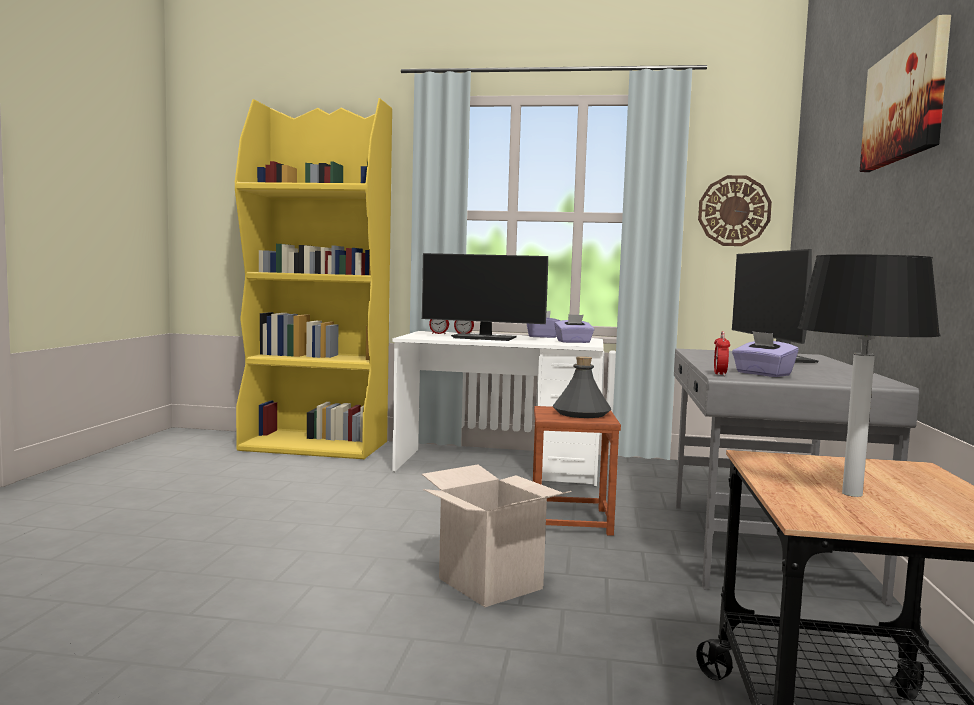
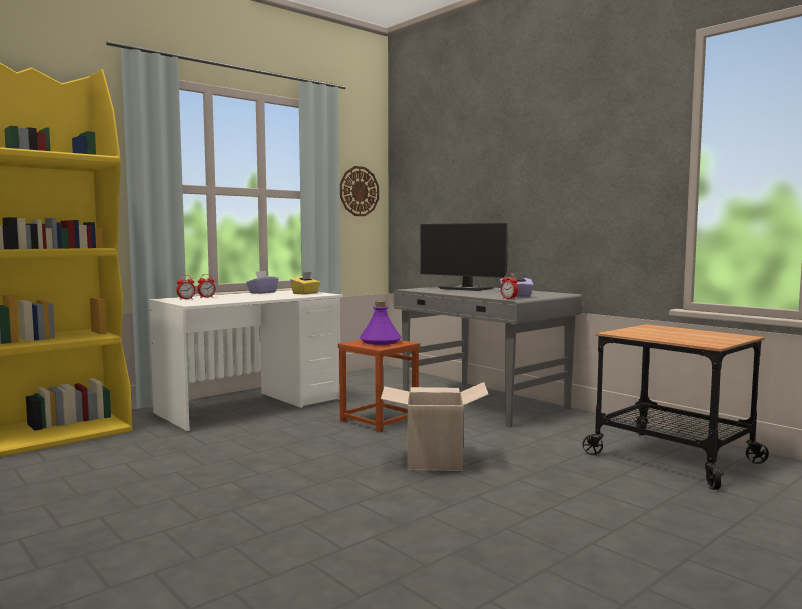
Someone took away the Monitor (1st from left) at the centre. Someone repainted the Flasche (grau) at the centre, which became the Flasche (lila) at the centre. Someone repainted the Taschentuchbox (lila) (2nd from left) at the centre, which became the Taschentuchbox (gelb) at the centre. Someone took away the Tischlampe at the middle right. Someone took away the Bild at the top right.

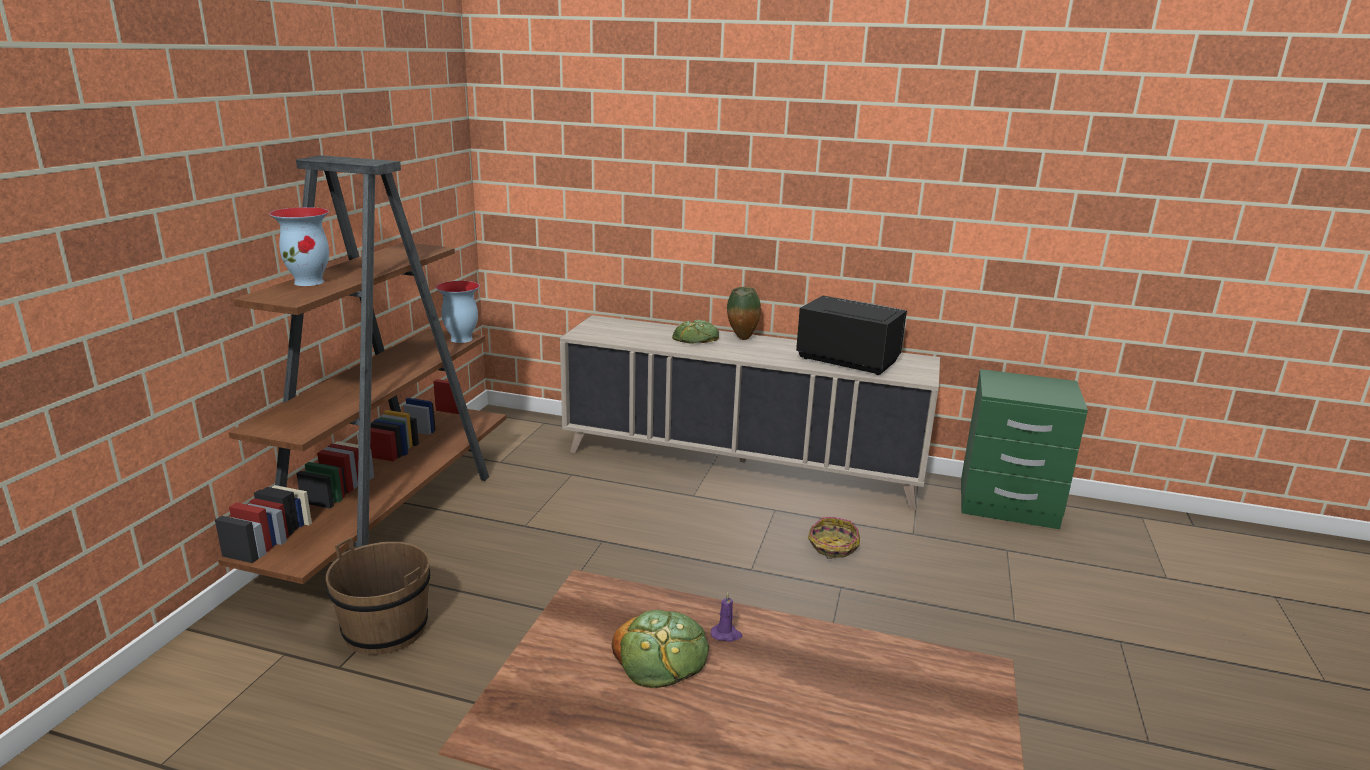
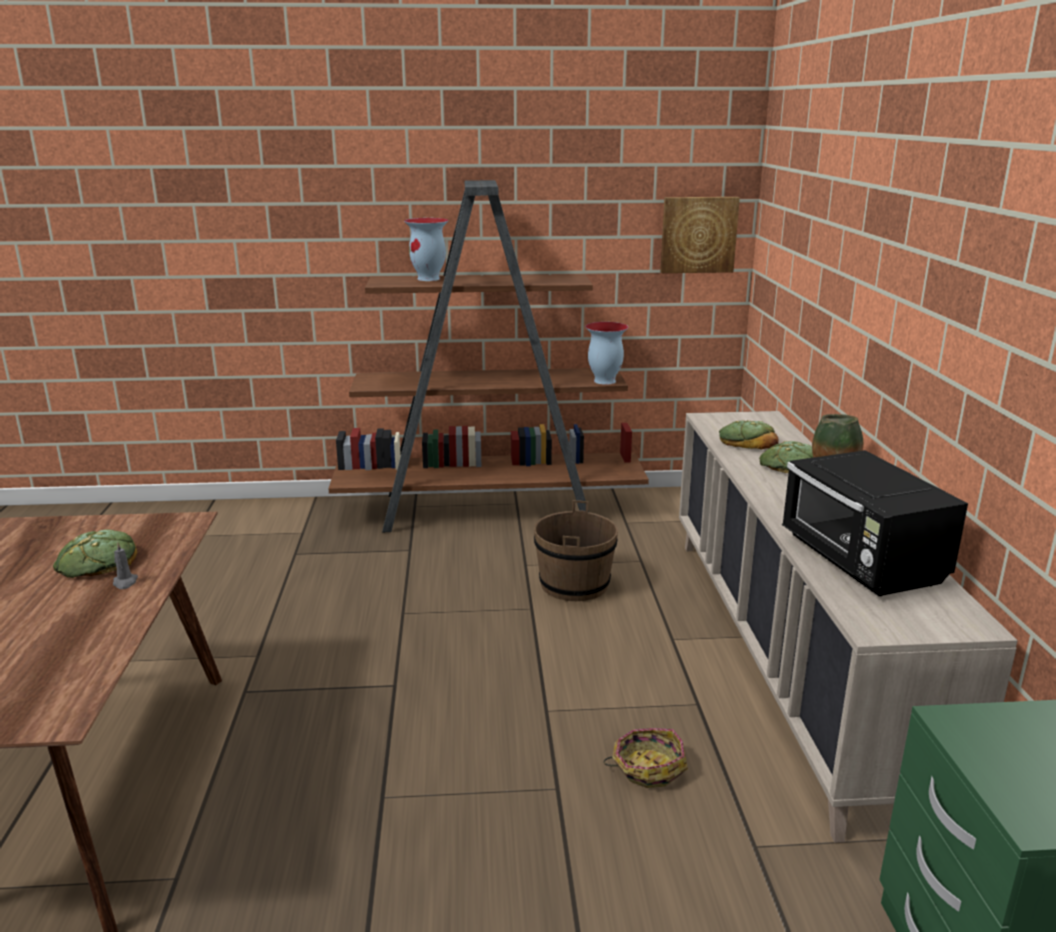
Someone carried the Eimer (braun) from the bottom left to the centre. Someone repainted the Kerze (lila) at the bottom centre, which became the Kerze (grau) at the middle left. Someone rotated the Mikrowelle (schwarz) at the centre by 150 degrees clockwise. Someone put up the Bild at the top centre. Someone put down the Brot (2nd from left) at the middle right.

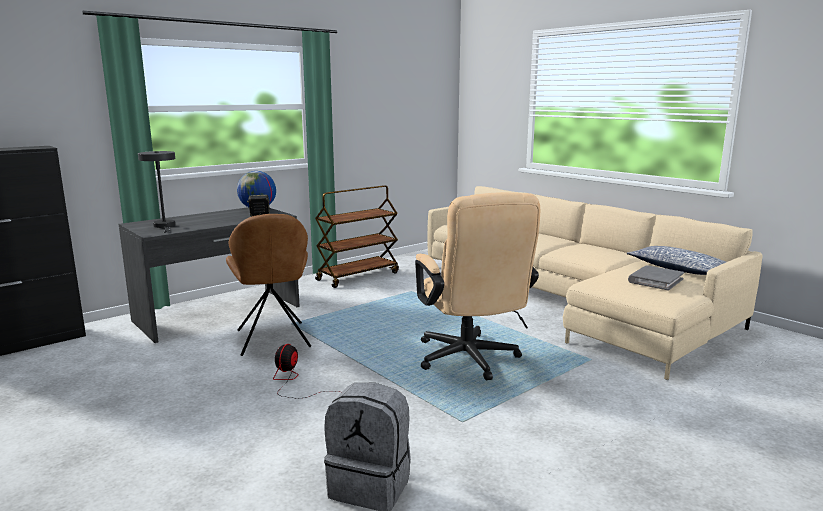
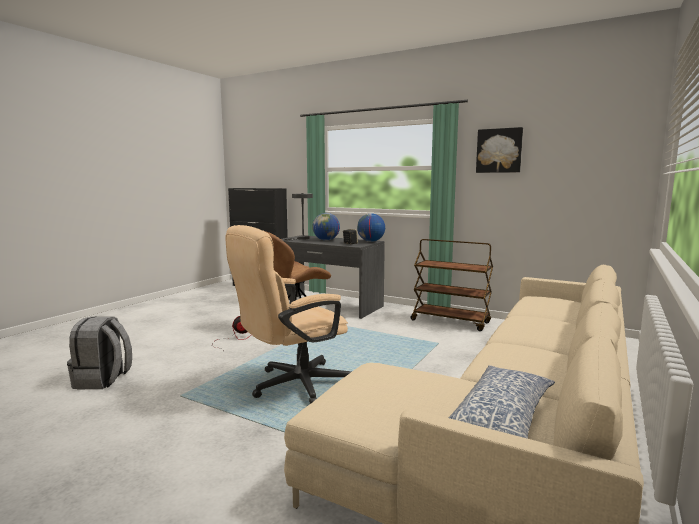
Someone took away the Buch (grau) at the middle right. Someone put down the Globus (1st from left) at the centre. Someone put up the Bild at the top right.

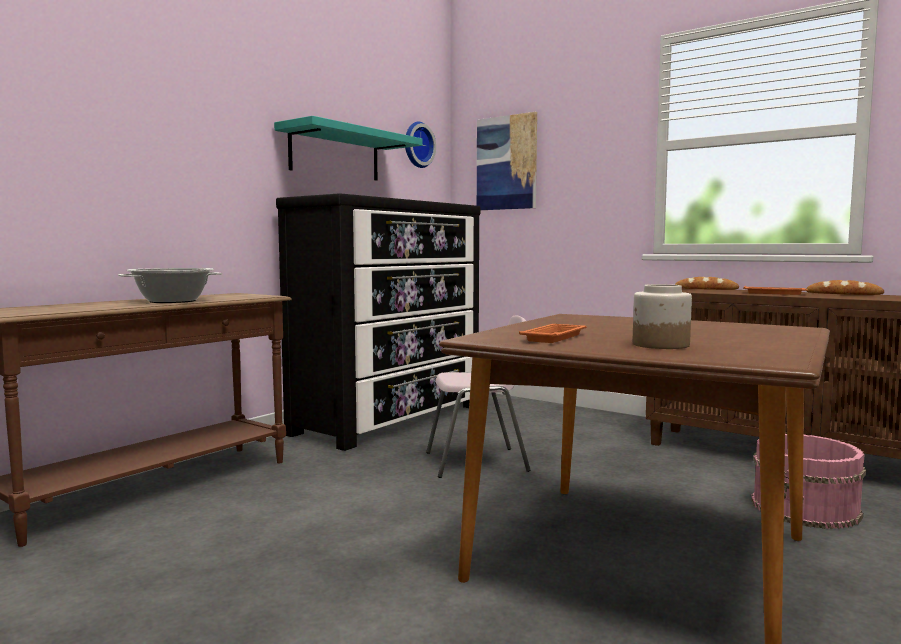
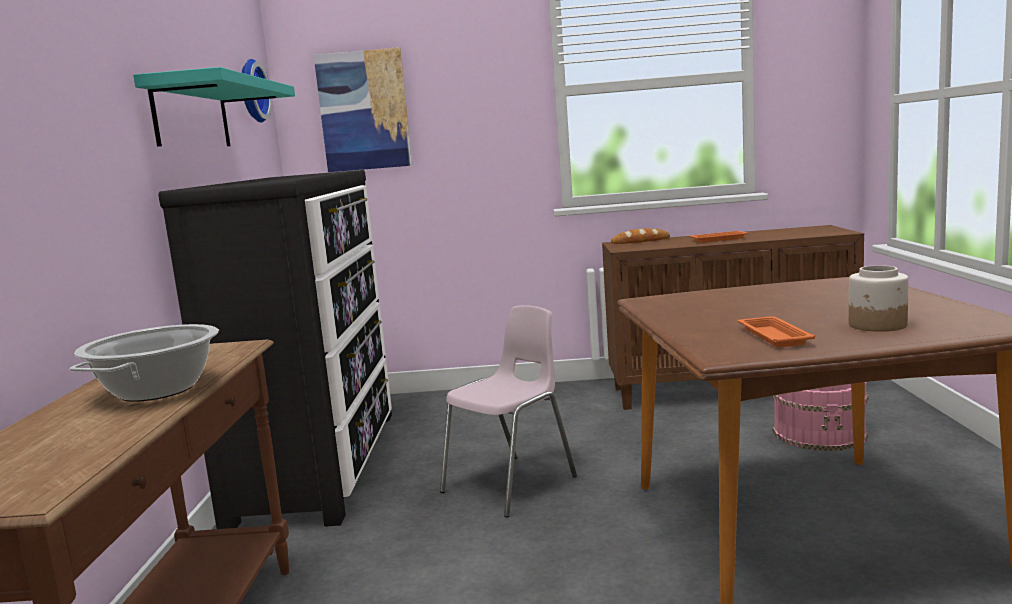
Someone took away the Brot (2nd from left) at the middle right.

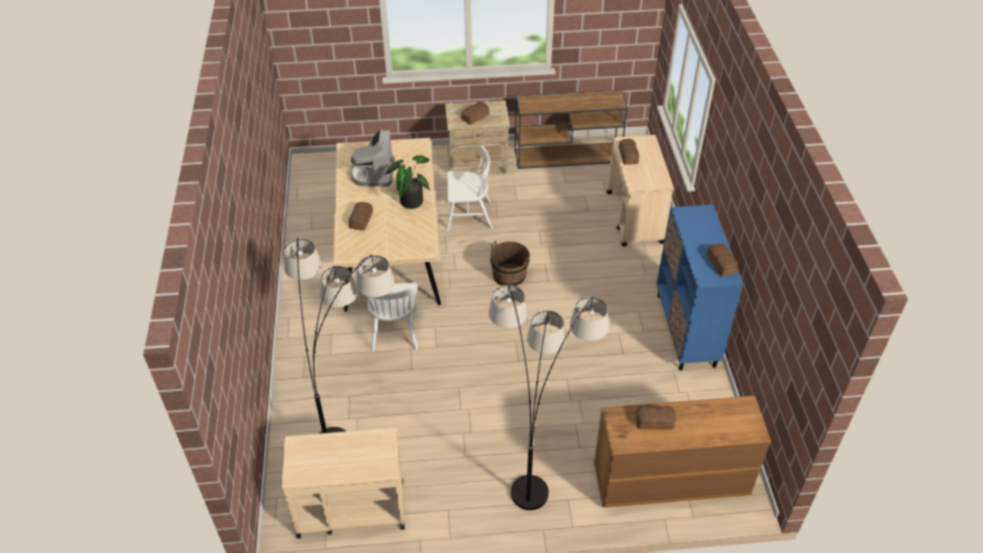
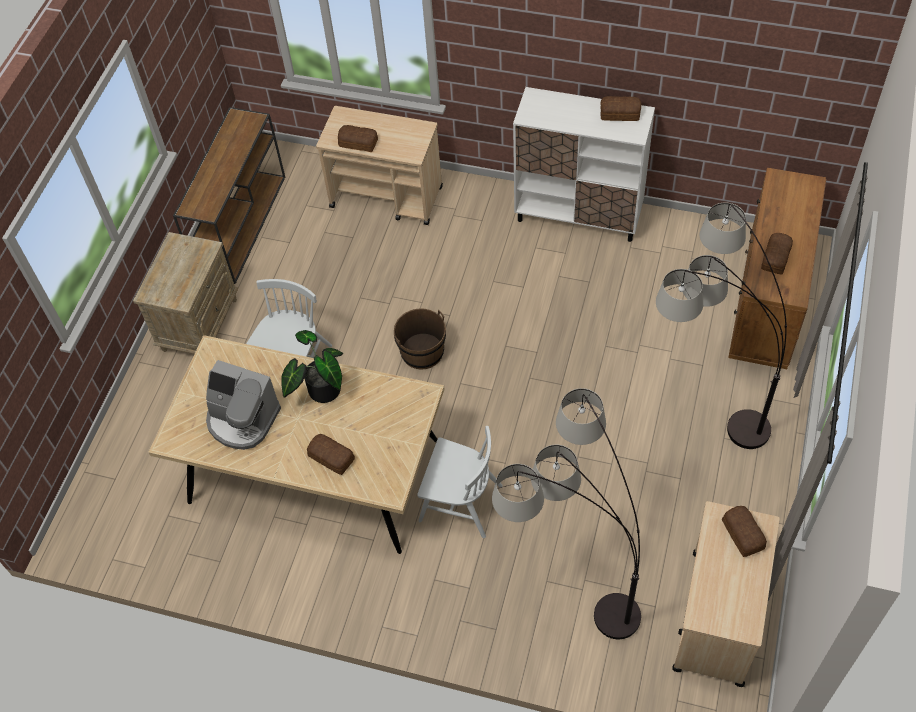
Someone carried the Brot (2nd from left in the first image) from the top centre to the bottom right. Someone repainted the Schrank (blau) at the middle right, which became the Schrank (weiß) at the top centre.

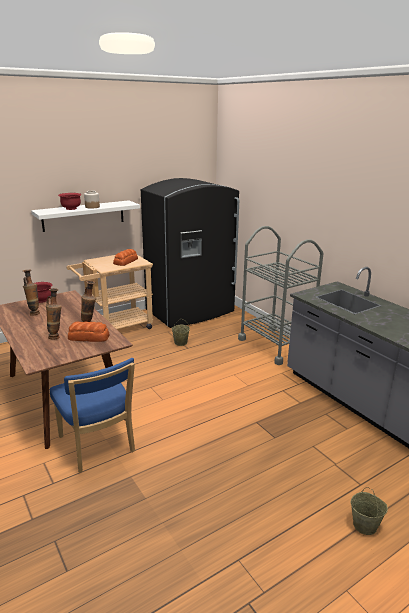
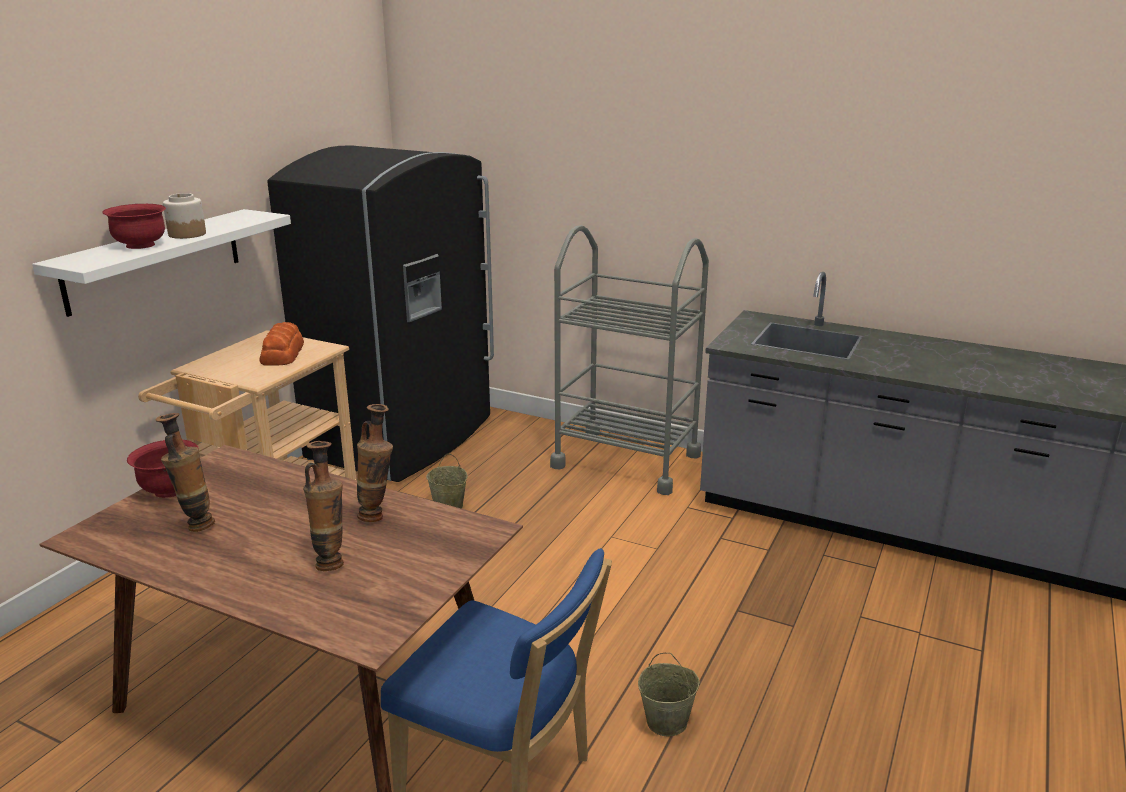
Someone took away the Brot (1st from left) at the middle left. Someone carried the Eimer (beige) (2nd from left) from the bottom right to the bottom centre.

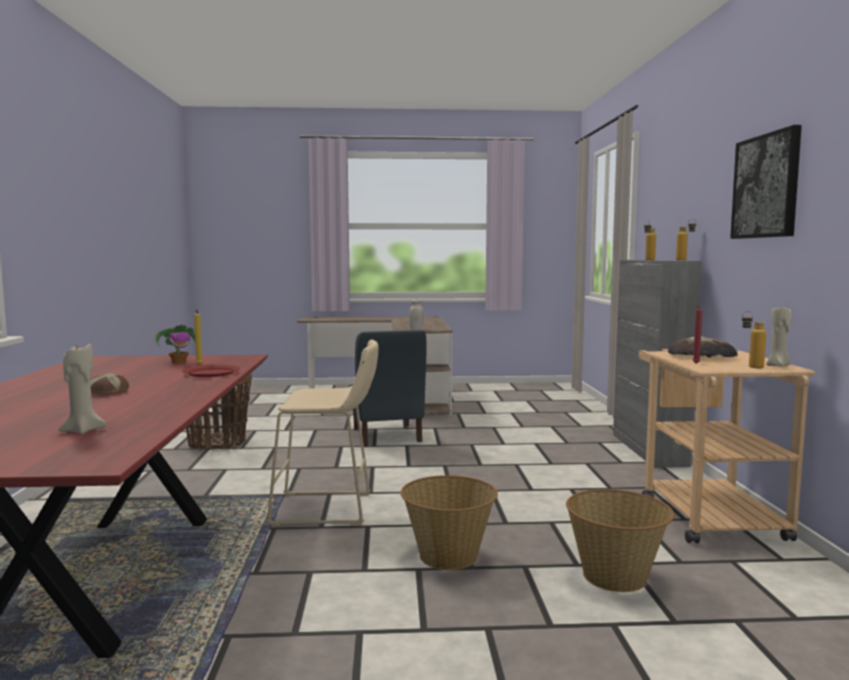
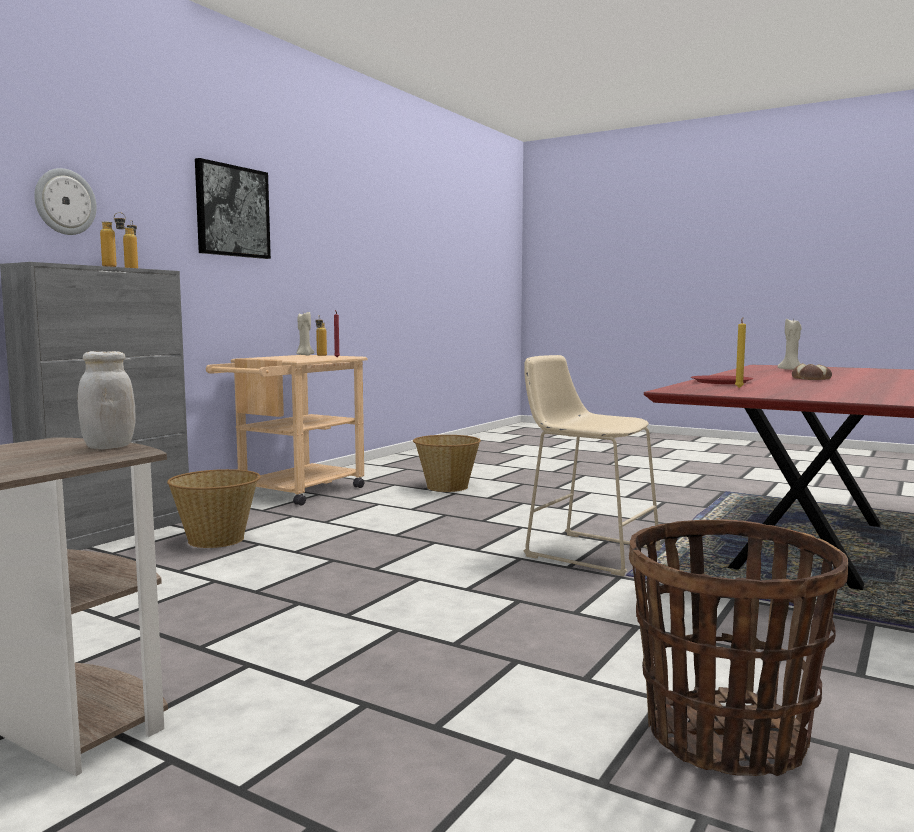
Someone took away the Topfpflanze at the middle left. Someone took away the Stuhl (blau) at the centre. Someone carried the Korb (2nd from left in the first image) from the bottom centre to the middle left. Someone took away the Brot (2nd from left) at the middle right. Someone put up the Wanduhr at the top left.

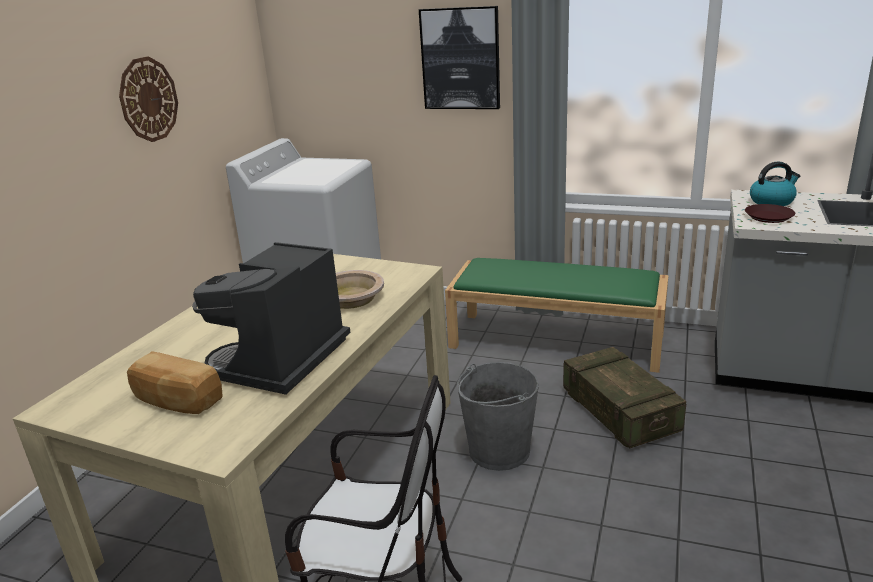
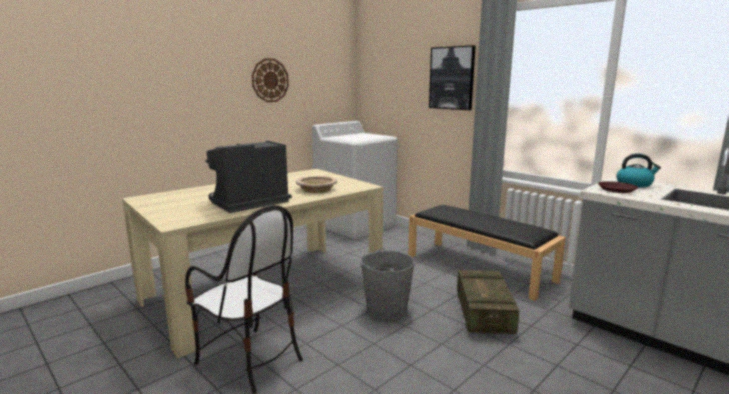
Someone took away the Brot at the middle left. Someone repainted the Bank (grün) at the centre, which became the Bank (schwarz) at the middle right.

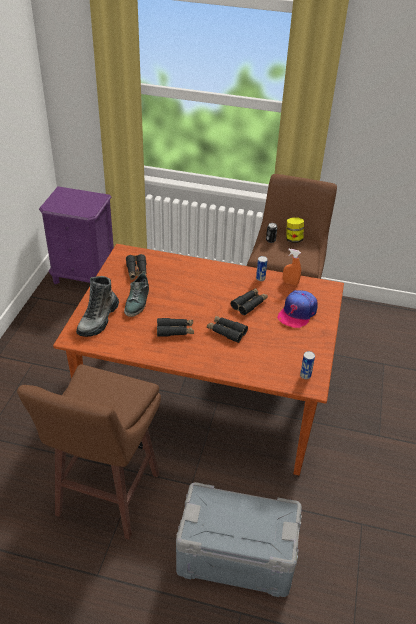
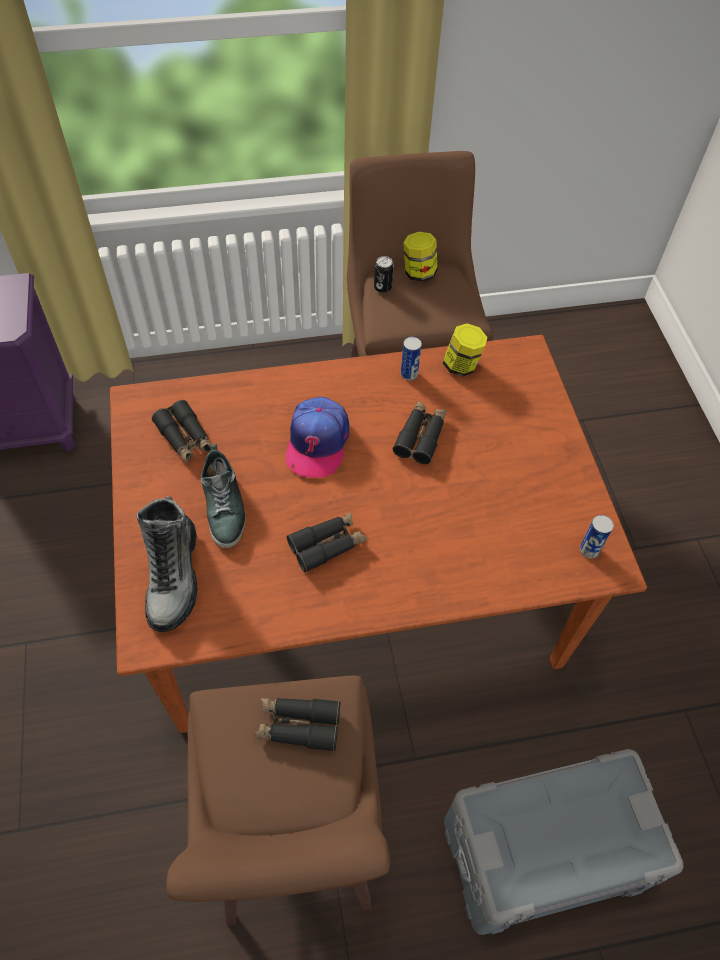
Someone carried the Fernglas (schwarz) (3rd from left in the first image) from the centre to the bottom centre. Someone carried the Kappe from the middle right to the centre. Someone swapped the Sprühflasche (orange) at the middle right for the Vorratsglas (2nd from left) at the centre.

